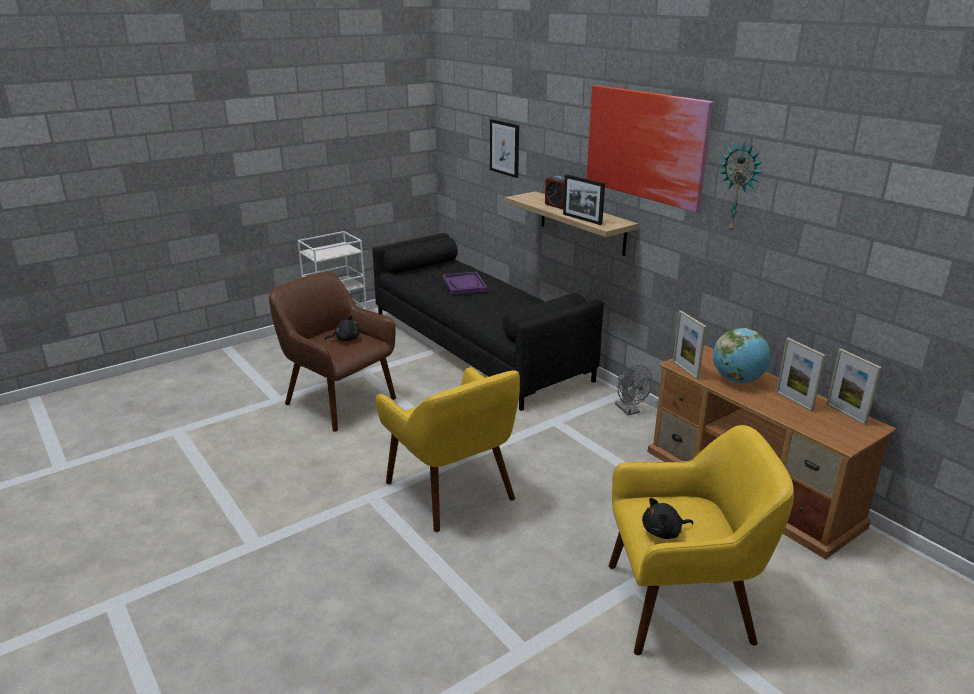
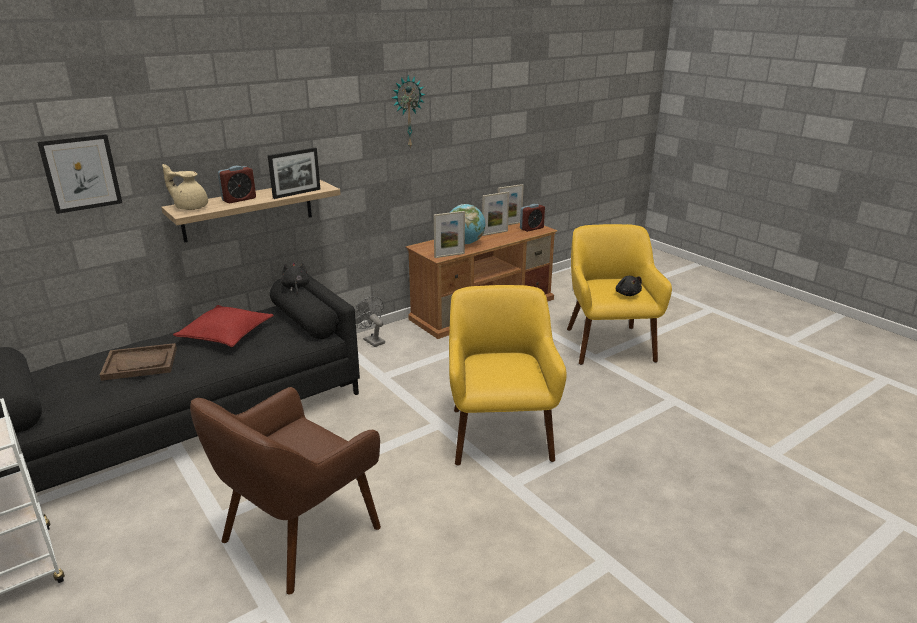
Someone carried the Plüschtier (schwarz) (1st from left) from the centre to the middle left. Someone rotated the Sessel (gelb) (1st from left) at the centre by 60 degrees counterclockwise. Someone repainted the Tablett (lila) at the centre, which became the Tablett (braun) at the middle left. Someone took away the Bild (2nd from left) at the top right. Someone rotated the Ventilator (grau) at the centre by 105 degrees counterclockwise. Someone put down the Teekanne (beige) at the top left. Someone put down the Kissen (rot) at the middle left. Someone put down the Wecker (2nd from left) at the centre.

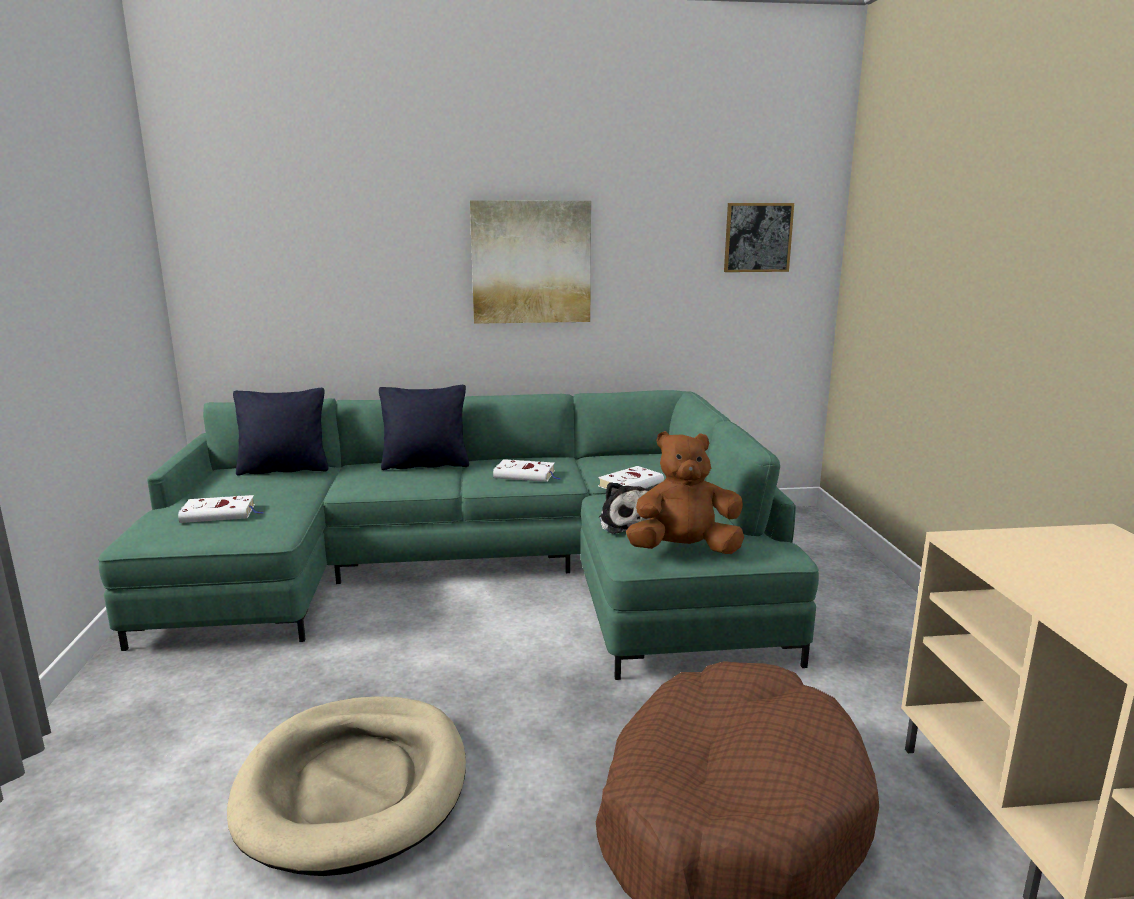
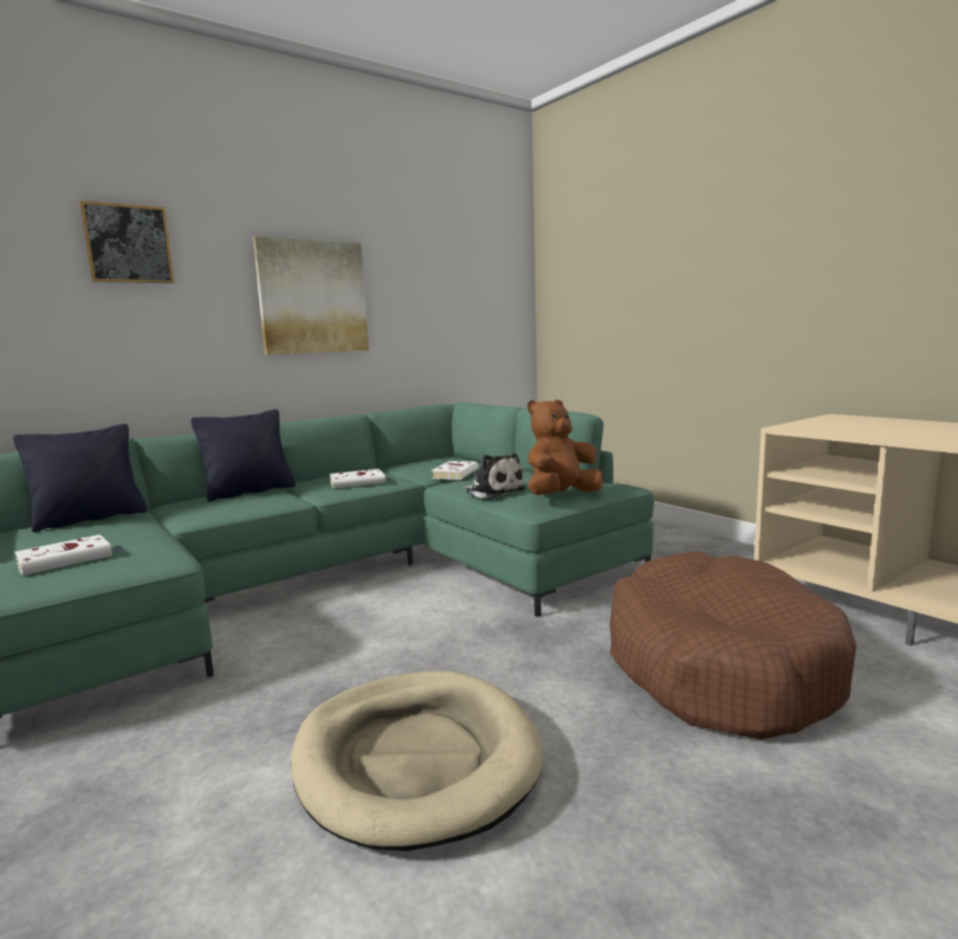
Someone carried the Bild (2nd from left in the first image) from the top right to the top left.

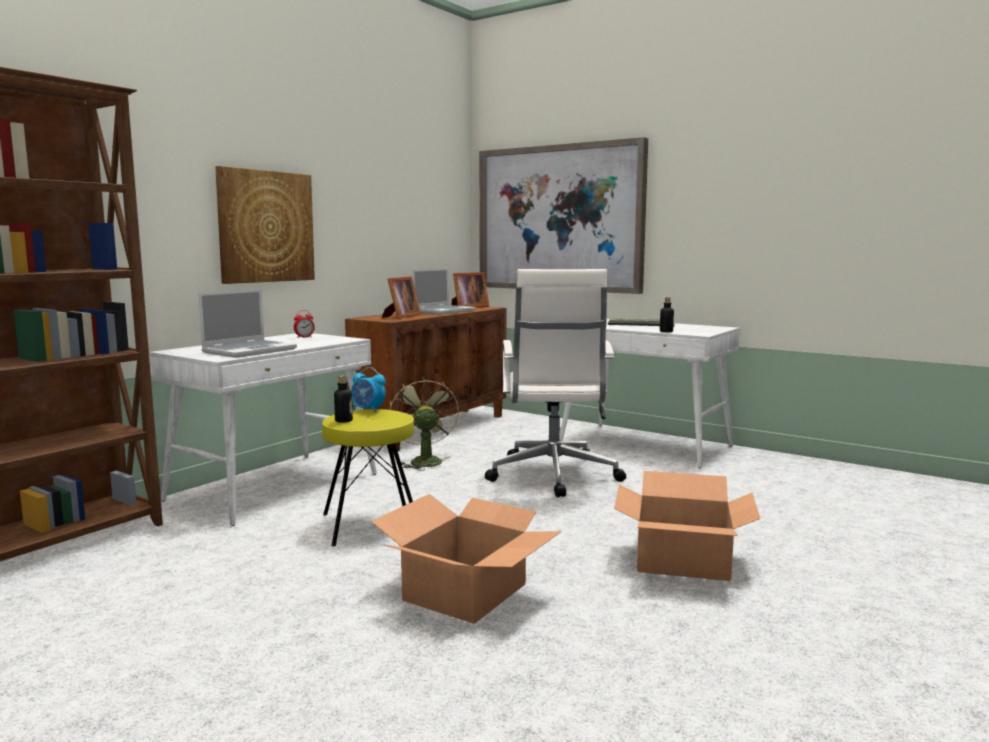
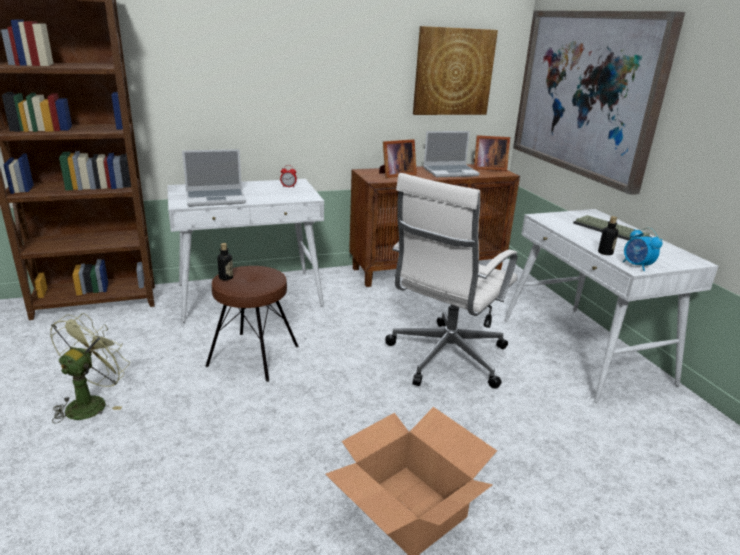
Someone carried the Bild (1st from left) from the top left to the top centre. Someone repainted the Hocker (gelb) at the centre, which became the Hocker (braun) at the centre. Someone carried the Wecker (2nd from left) from the centre to the middle right. Someone took away the Karton (1st from left) at the bottom centre. Someone carried the Ventilator (grün) from the centre to the middle left.

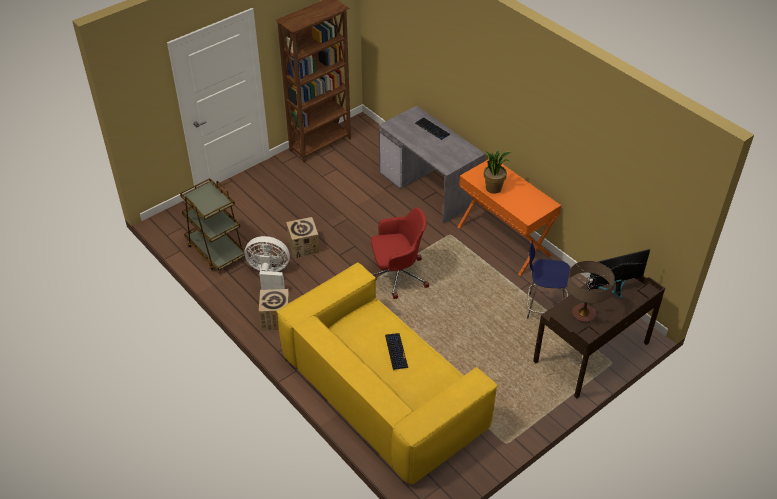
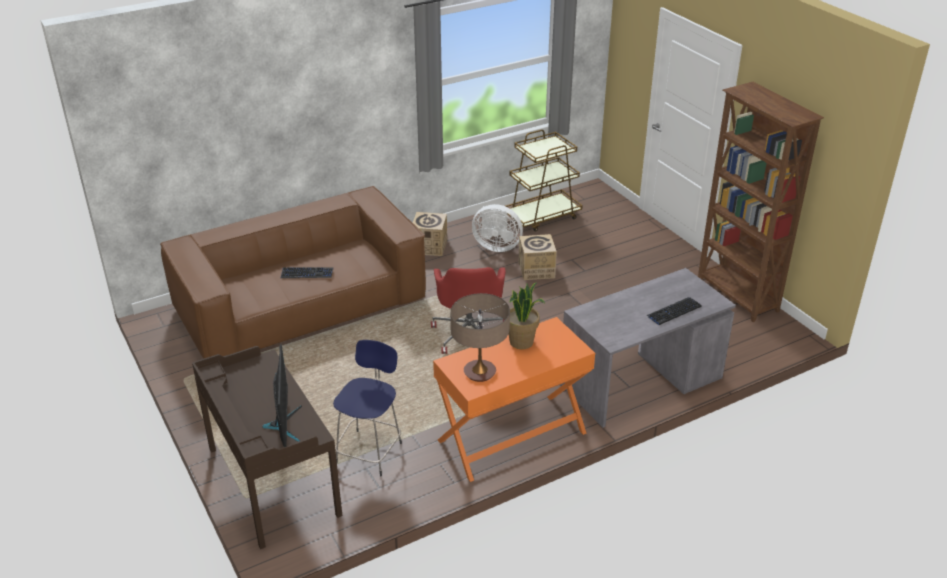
Someone rotated the Ventilator (weiß) at the centre by 90 degrees clockwise. Someone repainted the Sofa (gelb) at the bottom centre, which became the Sofa (braun) at the middle left. Someone carried the Tischlampe from the middle right to the centre.

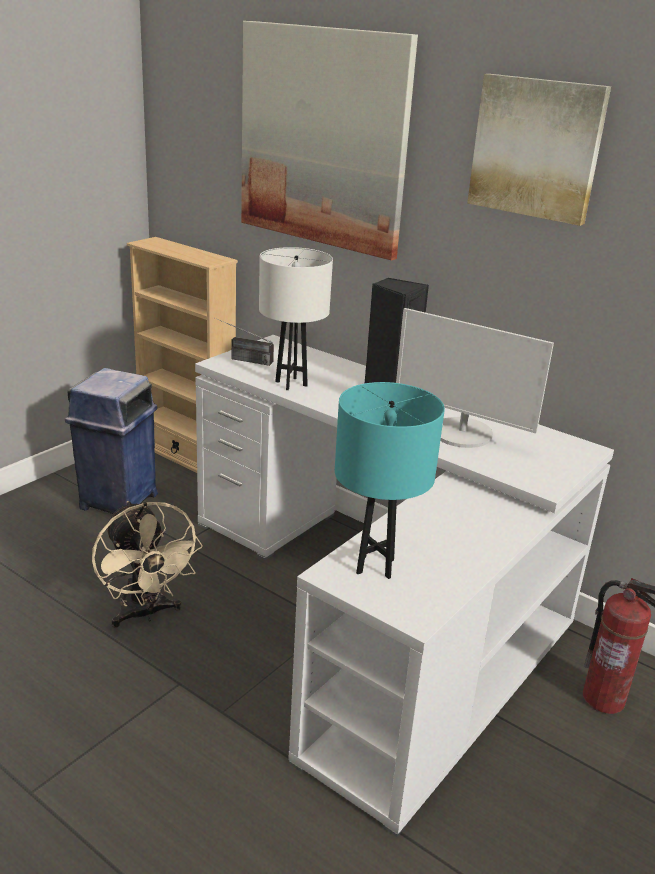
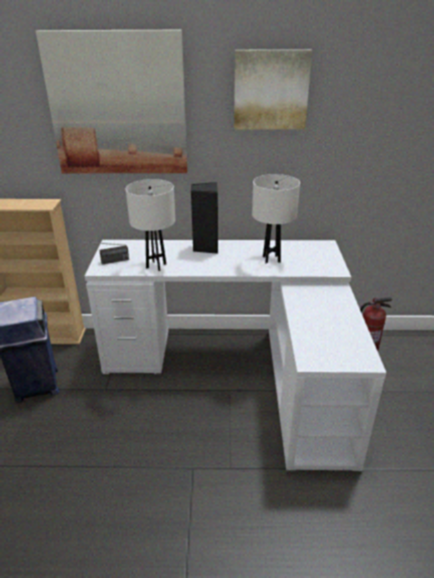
Someone took away the Ventilator (beige) at the middle left. Someone took away the Tischlampe (türkis) at the centre. Someone swapped the Monitor at the middle right for the Tischlampe (weiß) (2nd from left) at the centre.

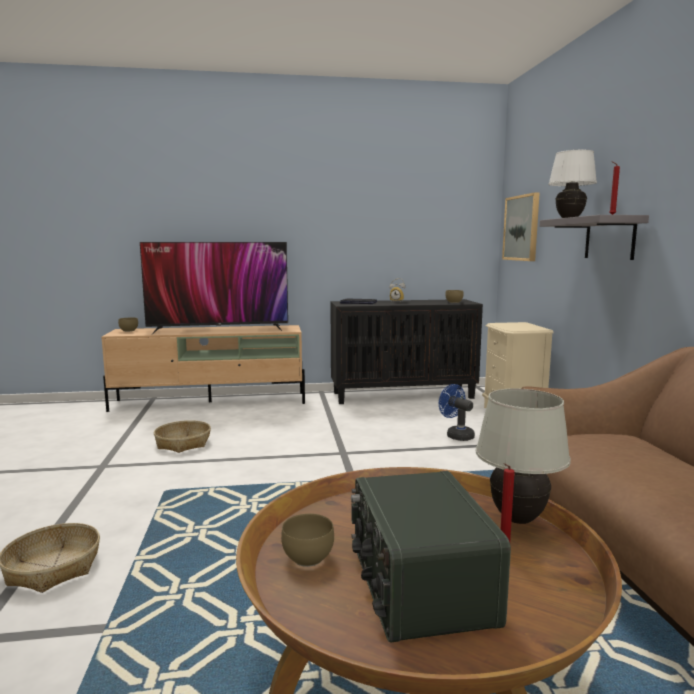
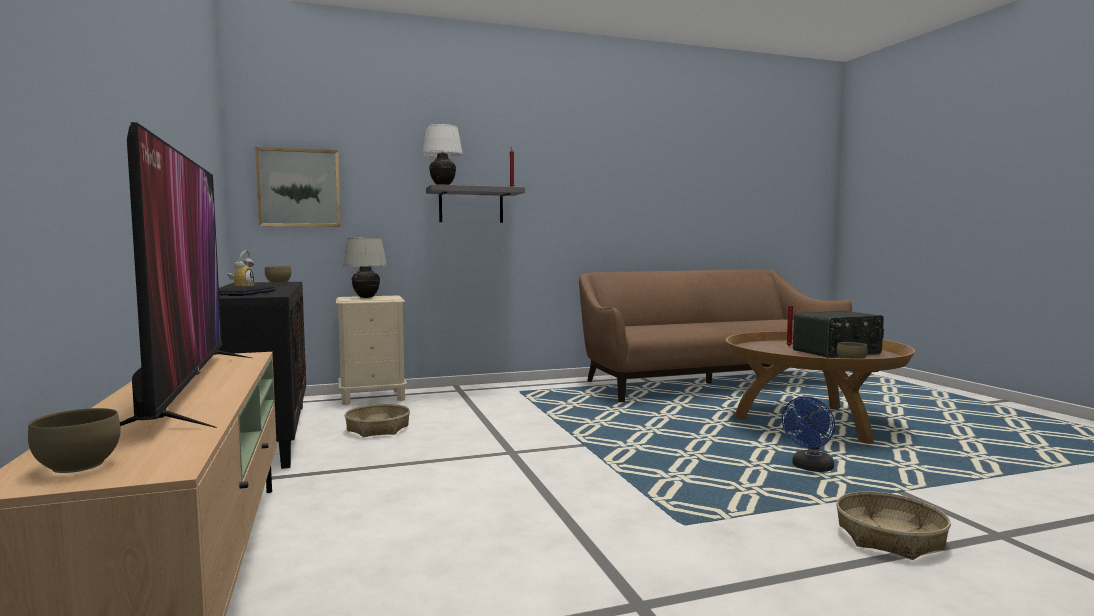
Someone carried the Korb (2nd from left in the first image) from the middle left to the bottom centre. Someone carried the Ventilator (blau) from the centre to the bottom right. Someone carried the Tischlampe (weiß) (1st from left) from the middle right to the centre.

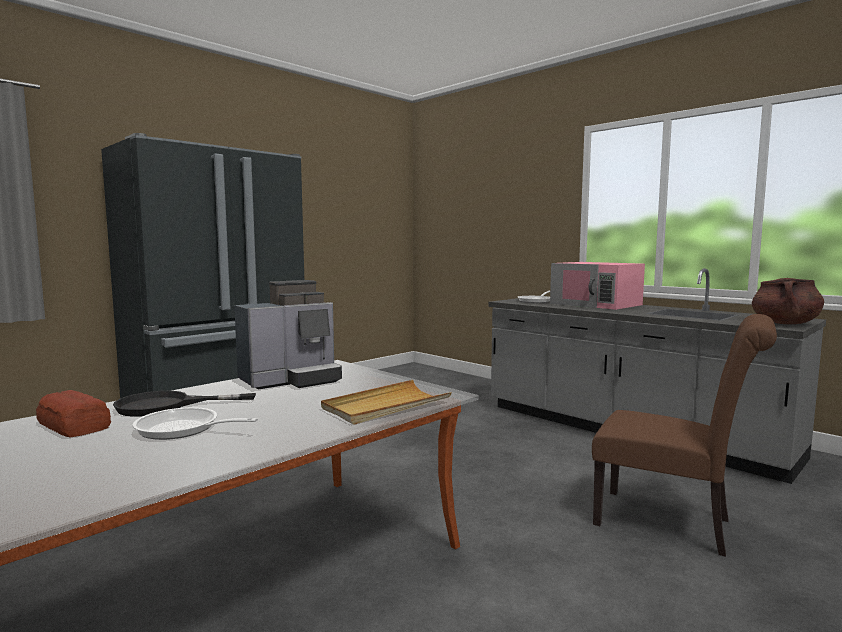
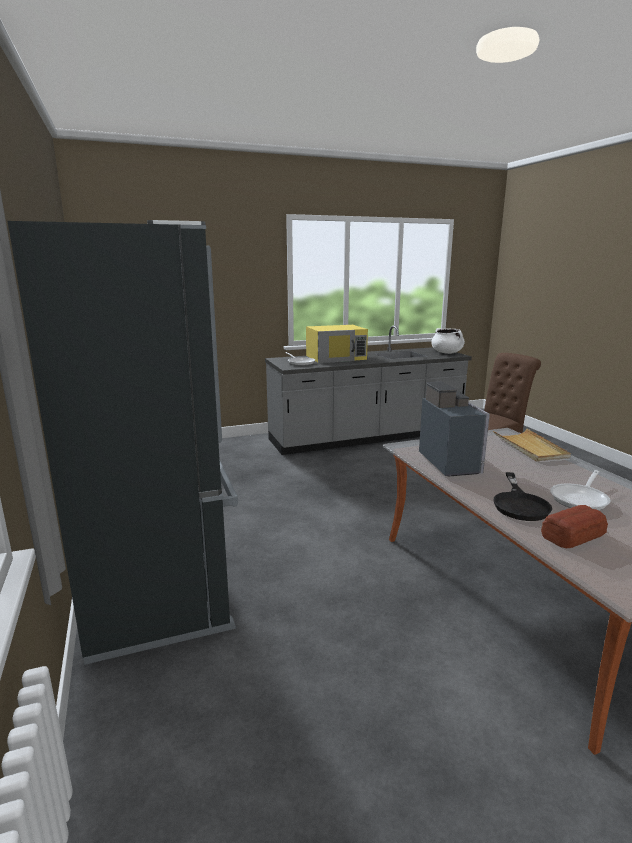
Someone repainted the Mikrowelle (rosa) at the middle right, which became the Mikrowelle (gelb) at the centre. Someone repainted the Kochtopf (braun) at the middle right, which became the Kochtopf (weiß) at the middle right.

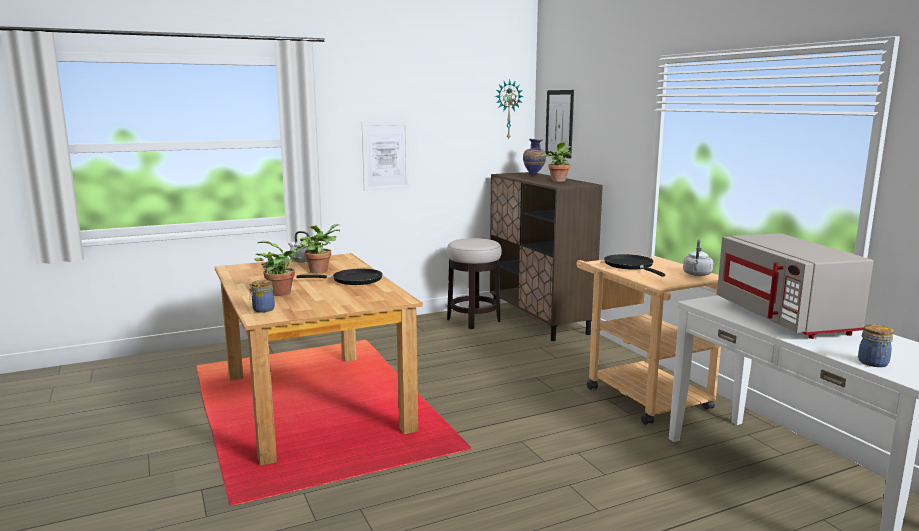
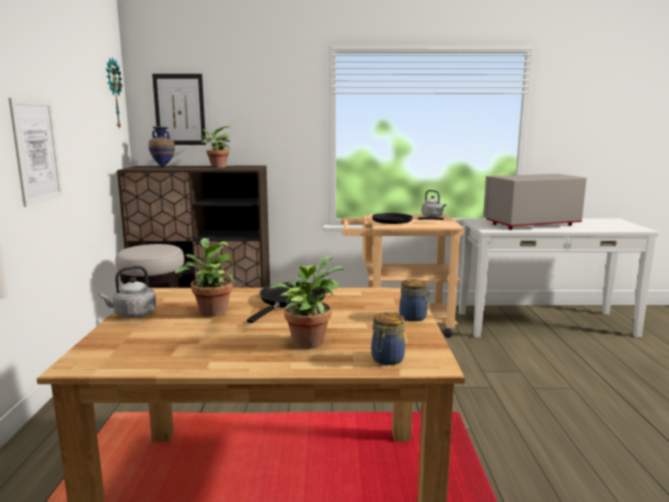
Someone rotated the Mikrowelle (grau) at the middle right by 150 degrees clockwise. Someone carried the Vorratsglas (2nd from left) from the middle right to the centre.

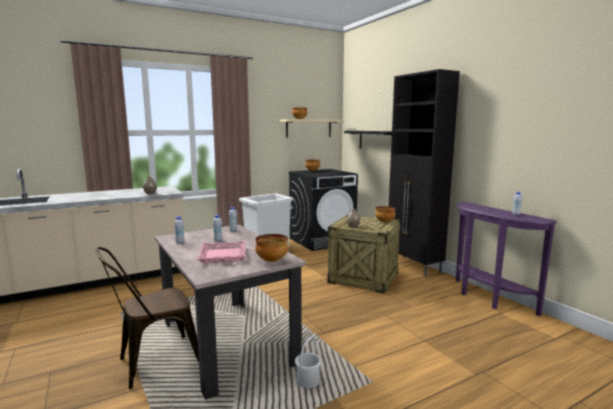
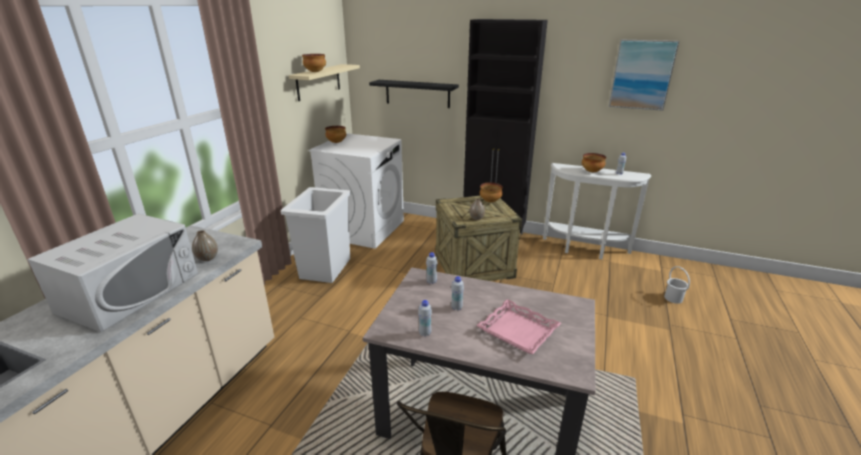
Someone carried the Schüssel (1st from left in the first image) from the centre to the middle right. Someone repainted the Waschmaschine (schwarz) at the centre, which became the Waschmaschine (weiß) at the centre. Someone carried the Eimer (weiß) from the bottom centre to the middle right. Someone repainted the Konsolentisch (lila) at the middle right, which became the Konsolentisch (weiß) at the middle right. Someone put down the Mikrowelle (weiß) at the middle left. Someone put up the Bild at the top right.

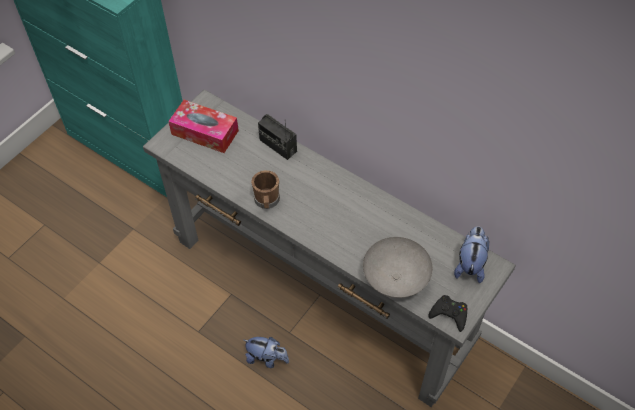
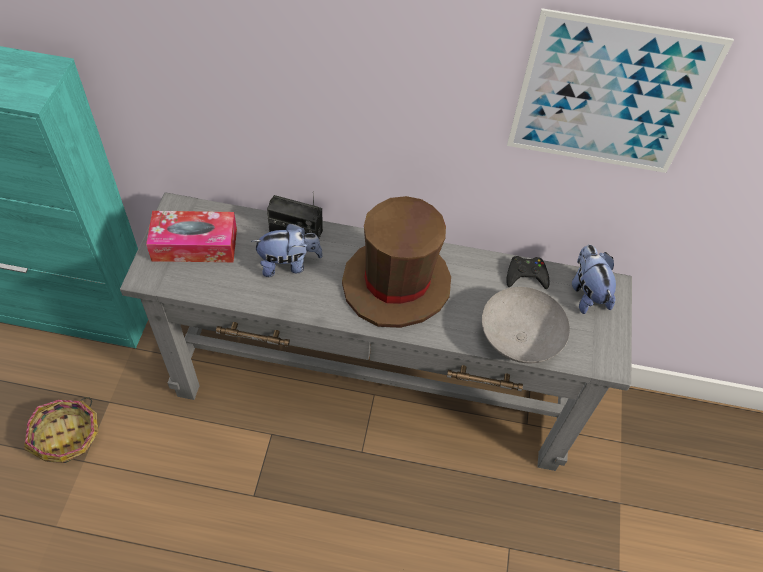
Someone carried the Plüschtier (1st from left) from the bottom centre to the centre. Someone took away the Henkelbecher (braun) at the centre. Someone carried the Gamepad (schwarz) from the bottom right to the middle right. Someone put down the Korb at the bottom left. Someone put down the Hut (braun) at the centre. Someone put up the Bild at the top right.

